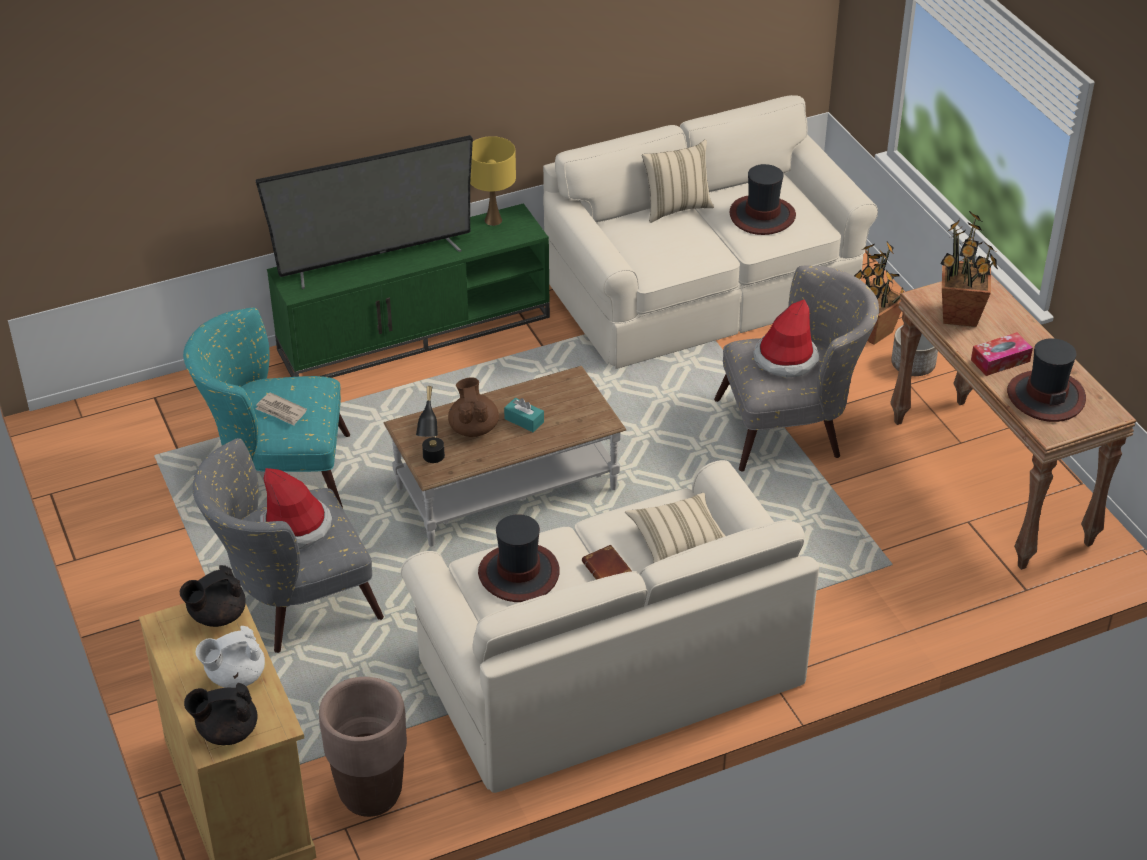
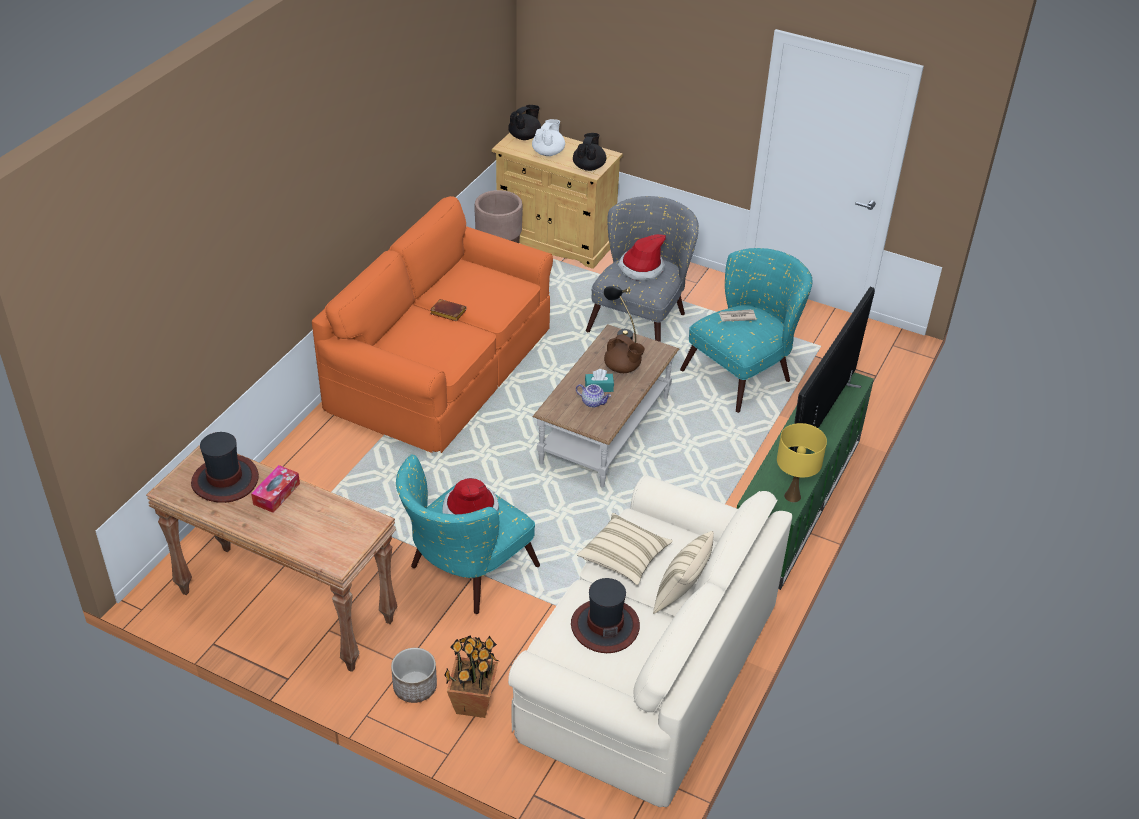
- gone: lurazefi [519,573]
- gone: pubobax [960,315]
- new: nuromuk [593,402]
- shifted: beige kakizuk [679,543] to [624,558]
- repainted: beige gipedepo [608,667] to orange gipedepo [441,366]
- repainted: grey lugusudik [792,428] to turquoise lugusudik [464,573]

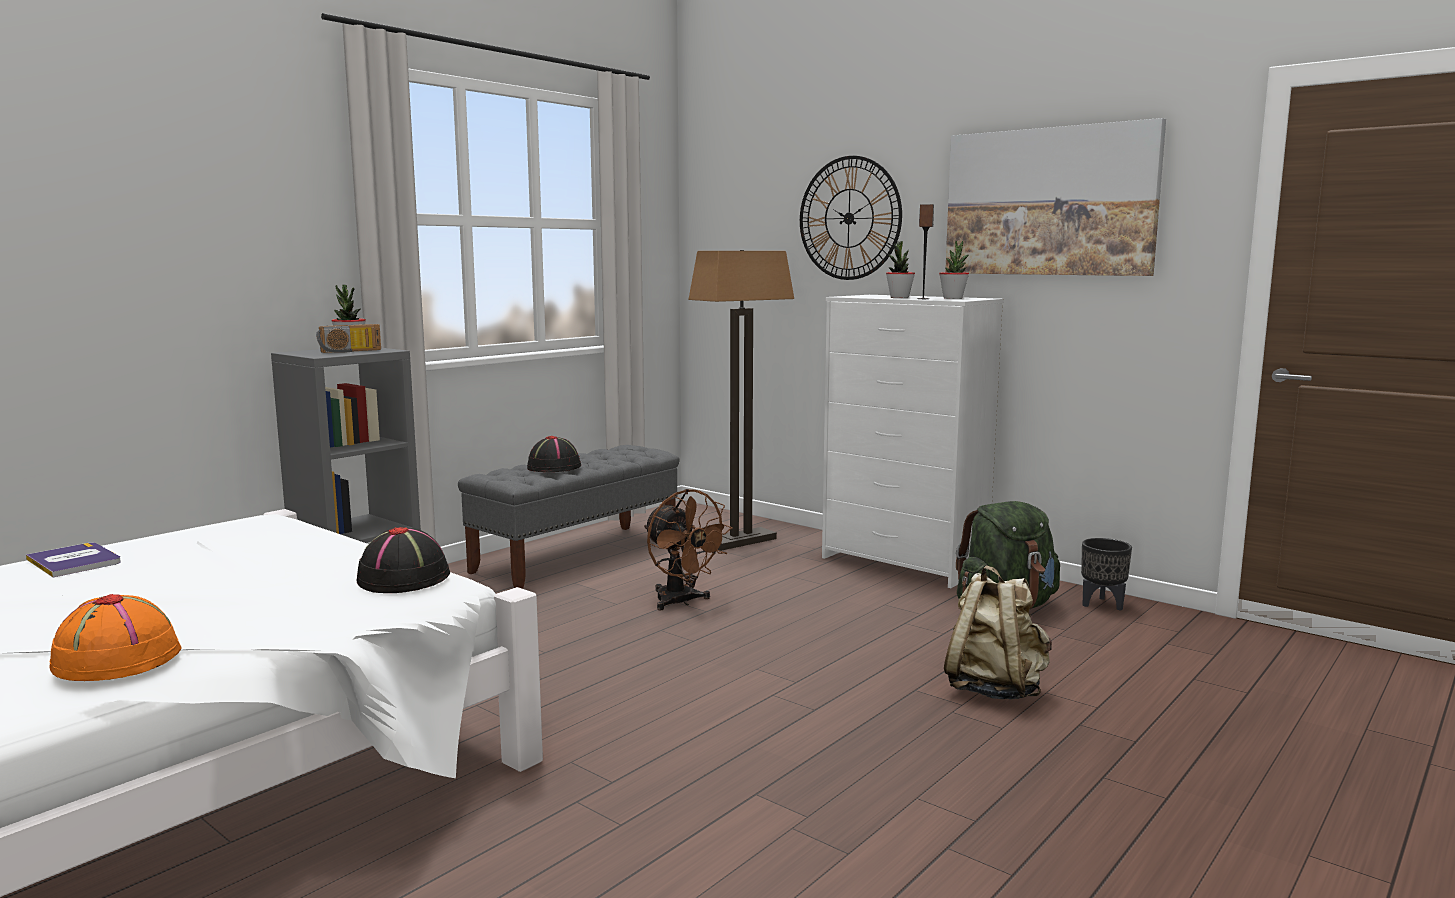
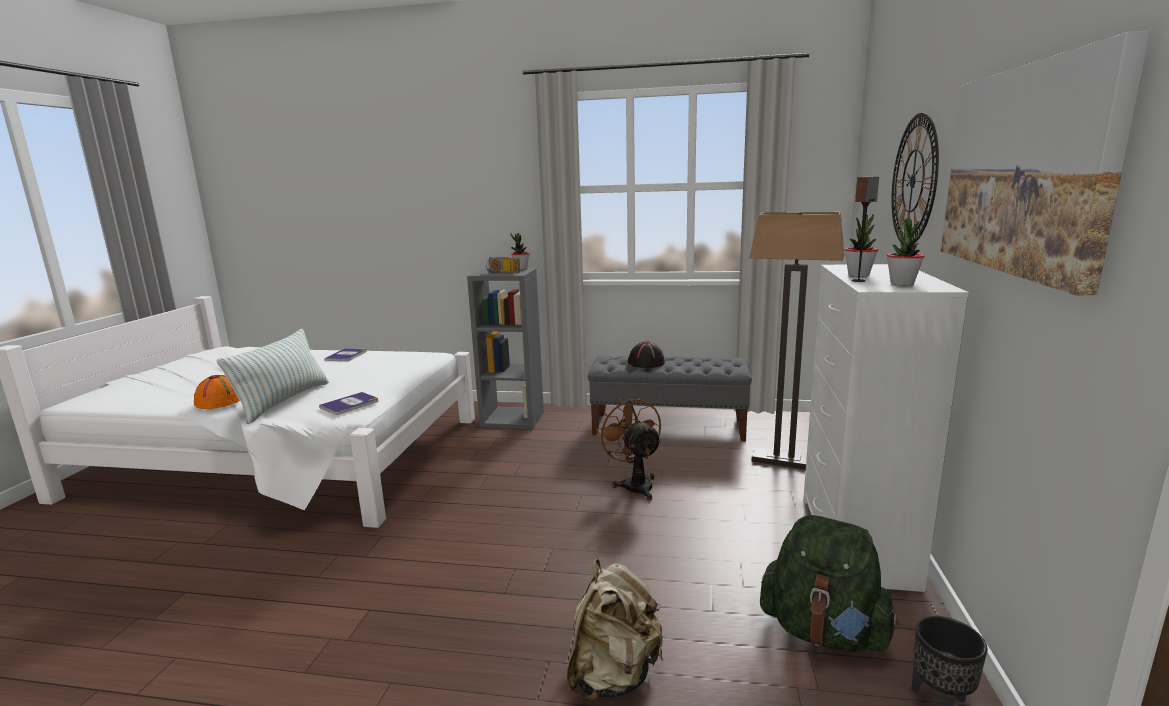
- new: kakizuk [284,401]
- swapped: black lurazefi [404,578] to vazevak [350,404]
- rotated: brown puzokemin [681,602] = [634,484] 135 degrees clockwise

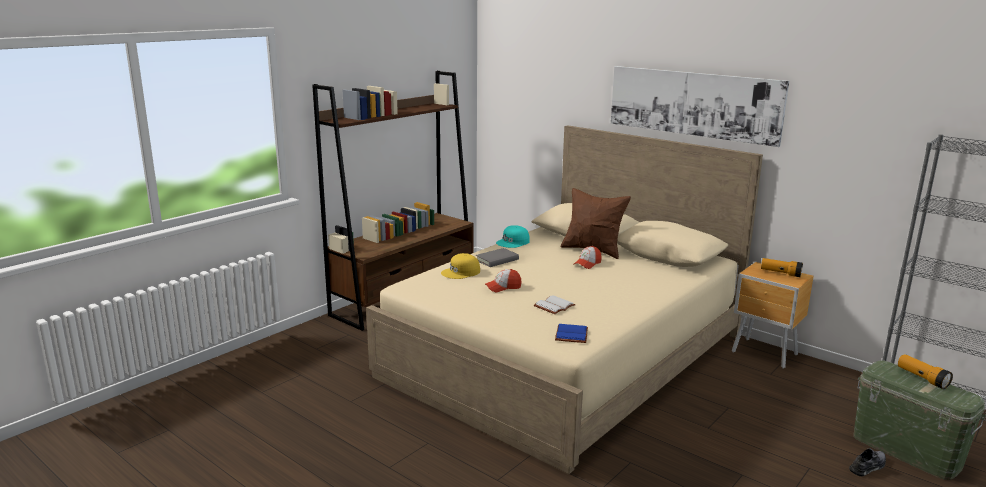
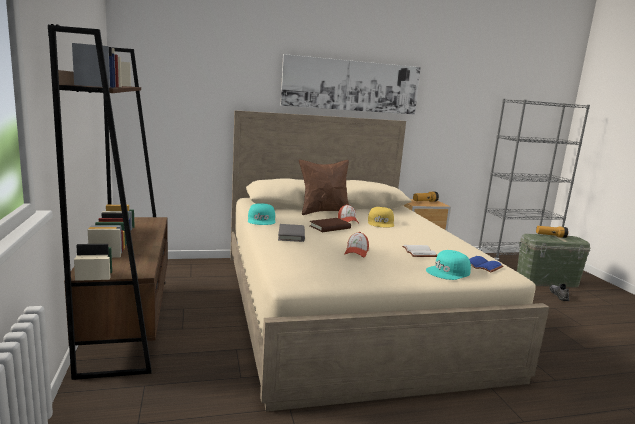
- new: brown vazevak [330,227]
- new: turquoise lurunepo [448,272]
- shifted: yellow lurunepo [461,272] to [381,223]

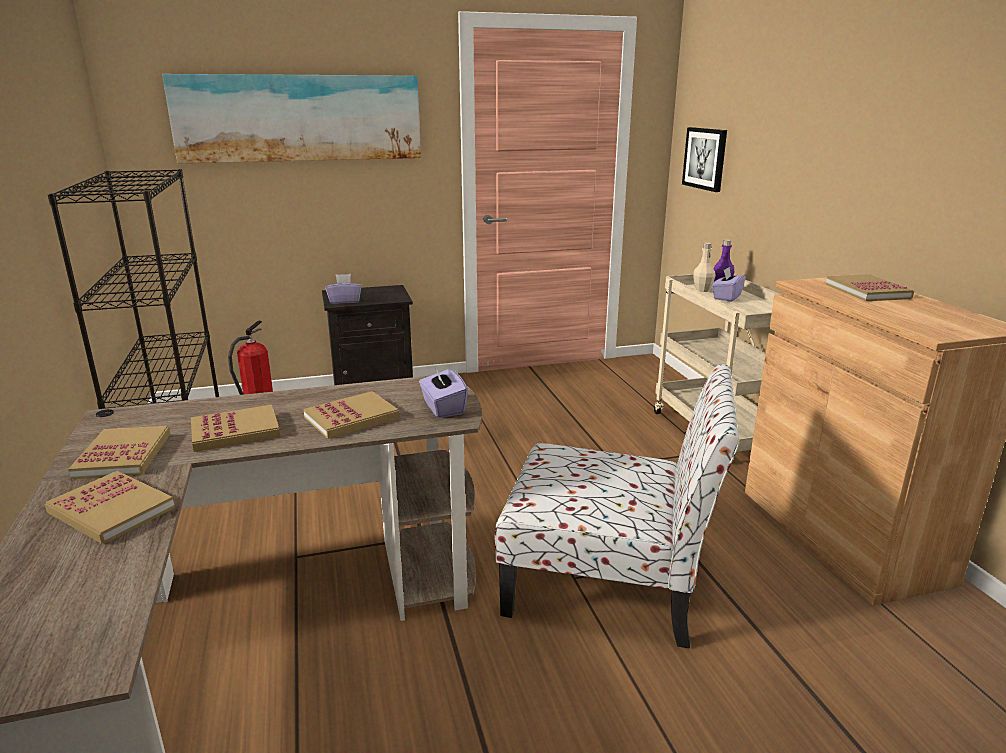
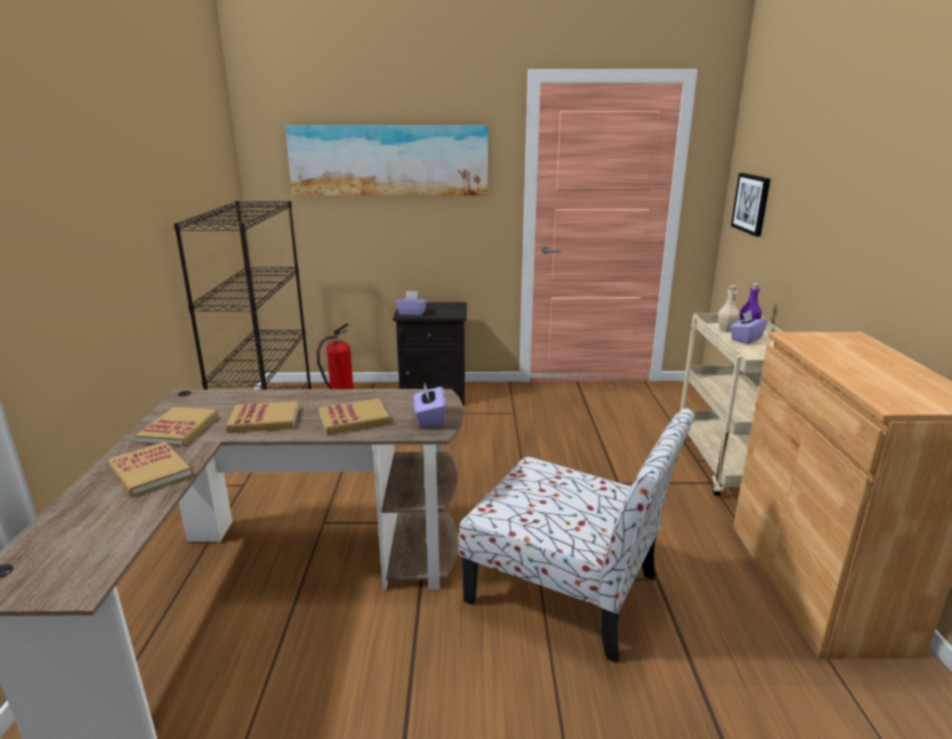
- gone: vazevak [867,291]

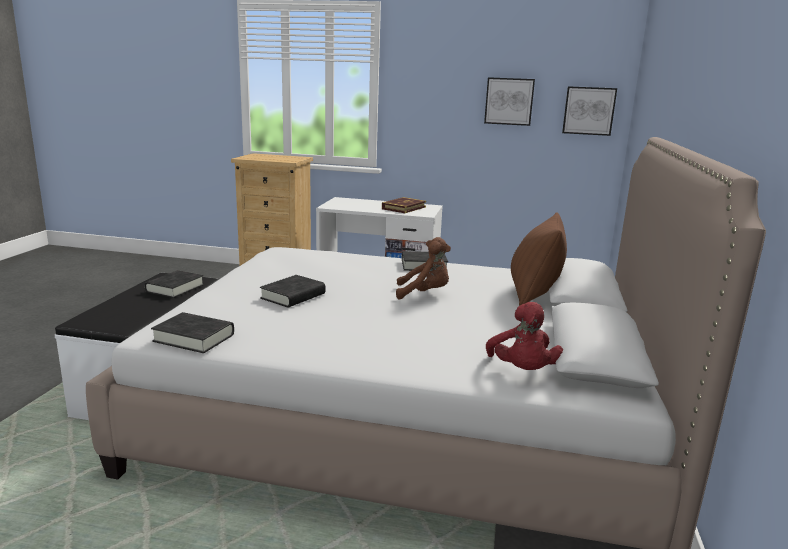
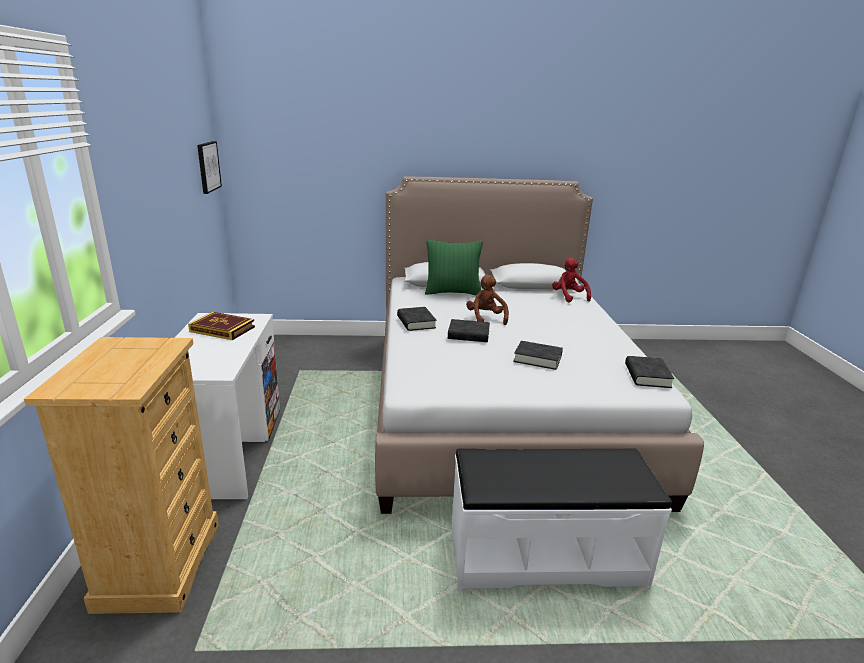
- gone: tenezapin [509,101]
- shifted: black vazevak [175,288] to [468,335]
- repainted: brown kakizuk [534,294] to green kakizuk [452,292]
- rotated: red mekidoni [522,371] = [569,297] 90 degrees counterclockwise

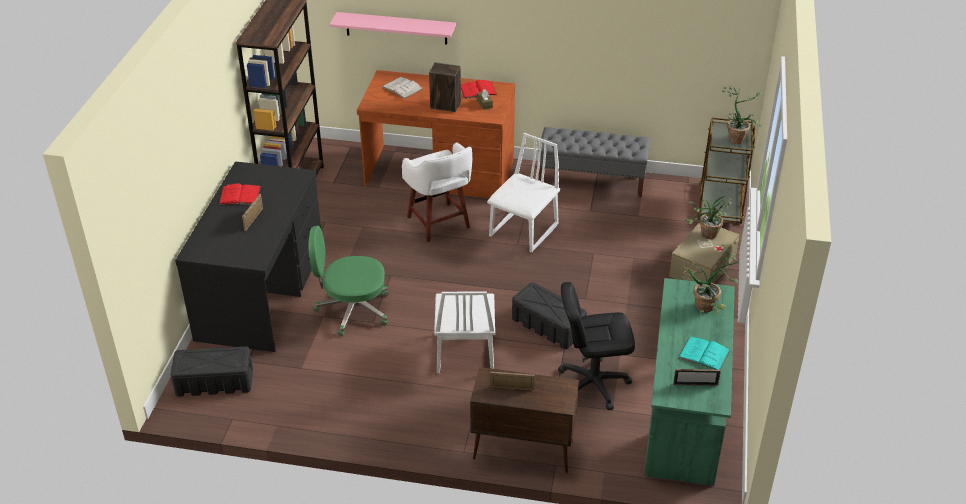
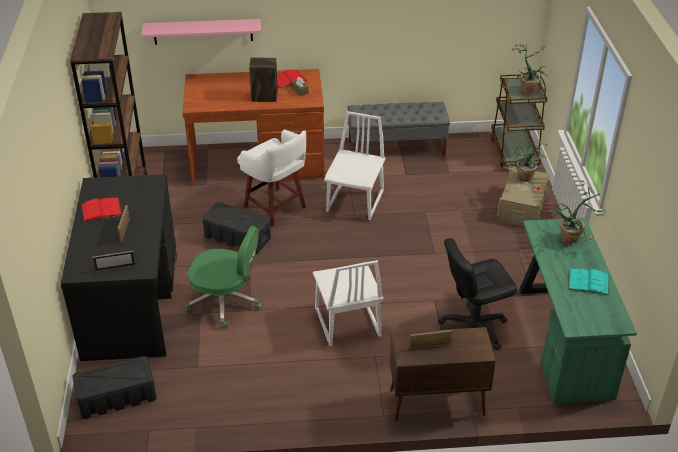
- gone: white vazevak [402,88]
- shifted: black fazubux [548,326] to [238,237]
- shifted: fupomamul [695,384] to [115,268]
- rotated: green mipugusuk [352,310] = [226,302] 150 degrees counterclockwise

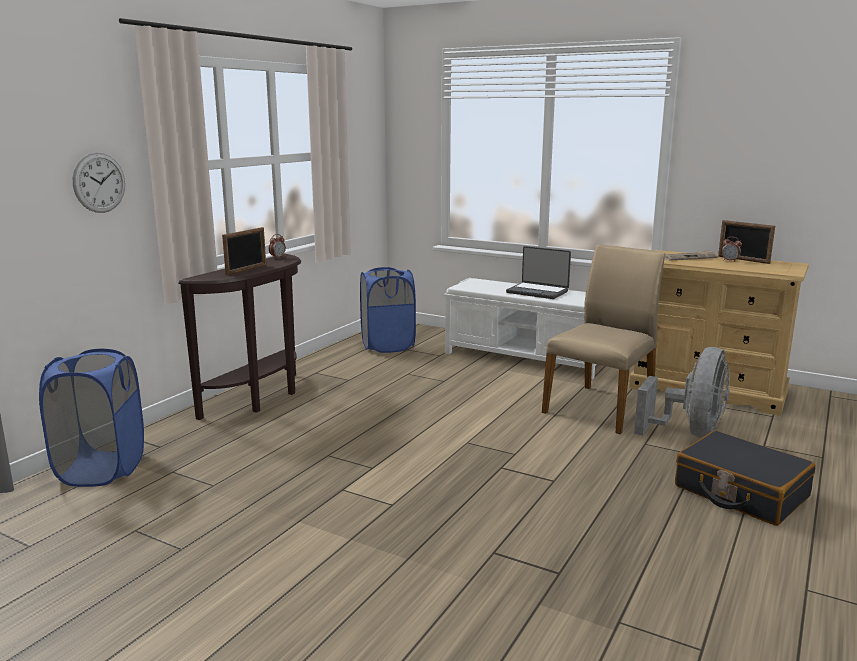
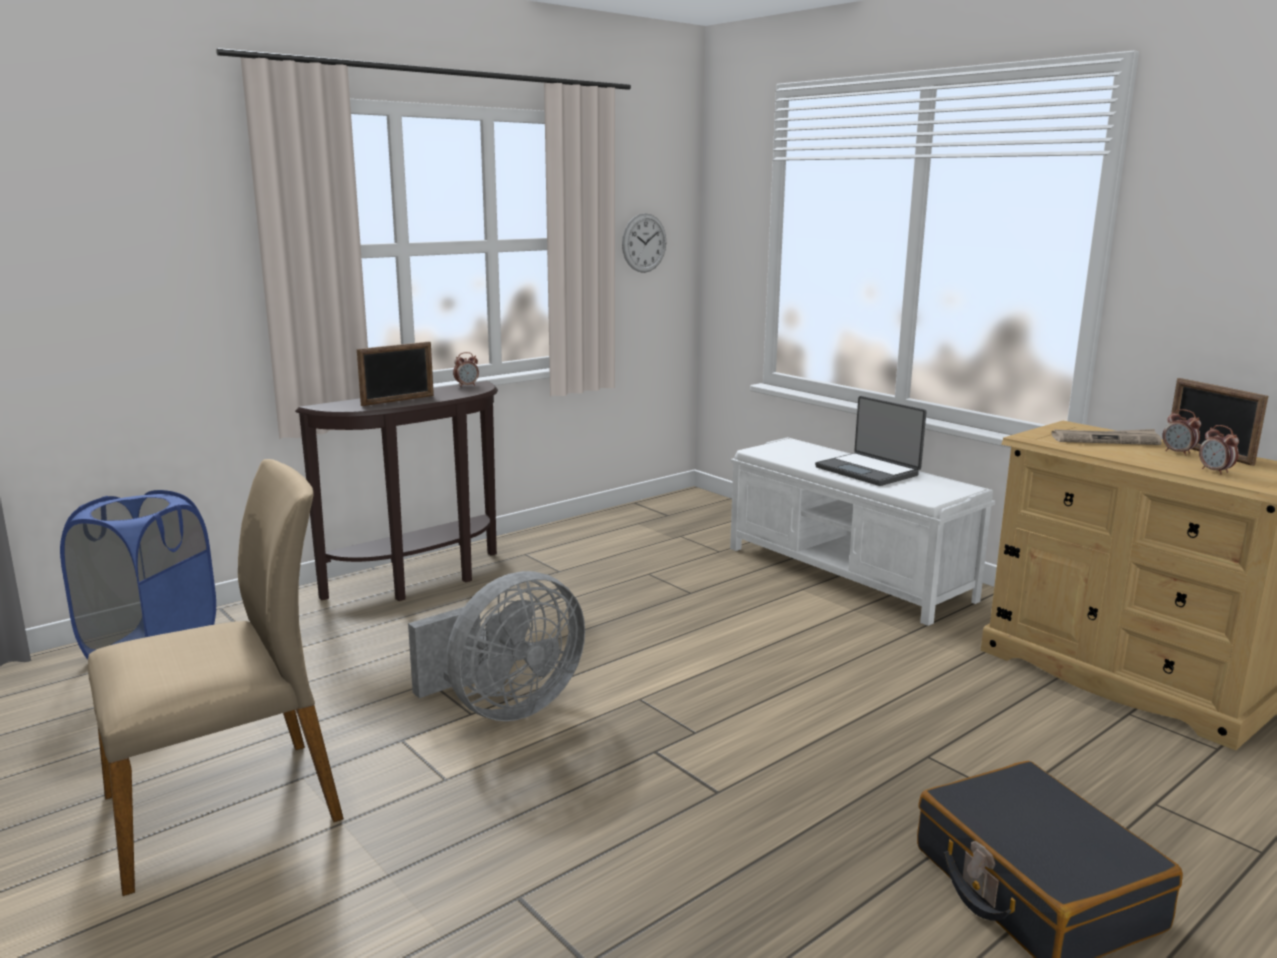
- gone: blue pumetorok [388,345]
- new: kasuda [1215,471]
- shifted: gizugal [99,183] to [644,243]
- shifted: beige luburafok [601,407] to [226,807]
- shifted: grey puzokemin [689,433] to [504,708]

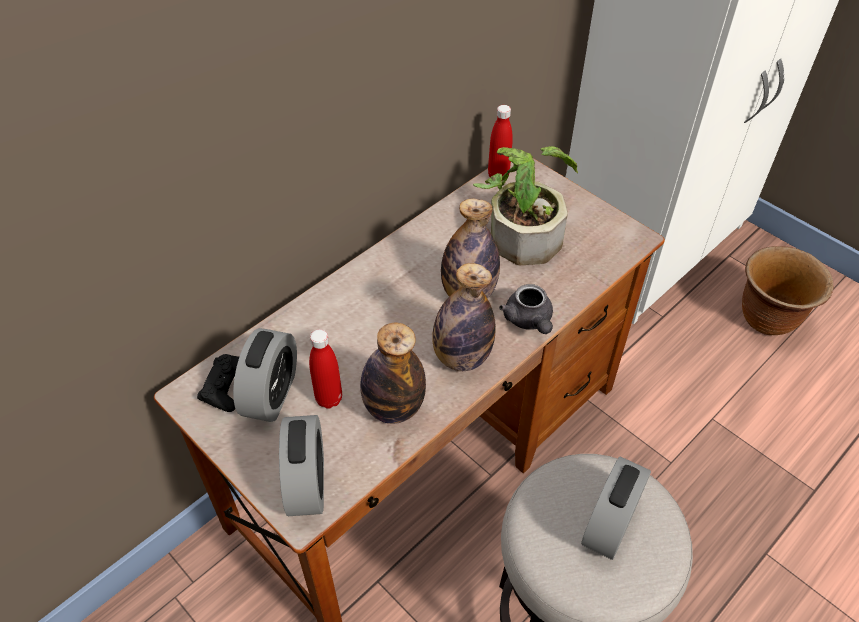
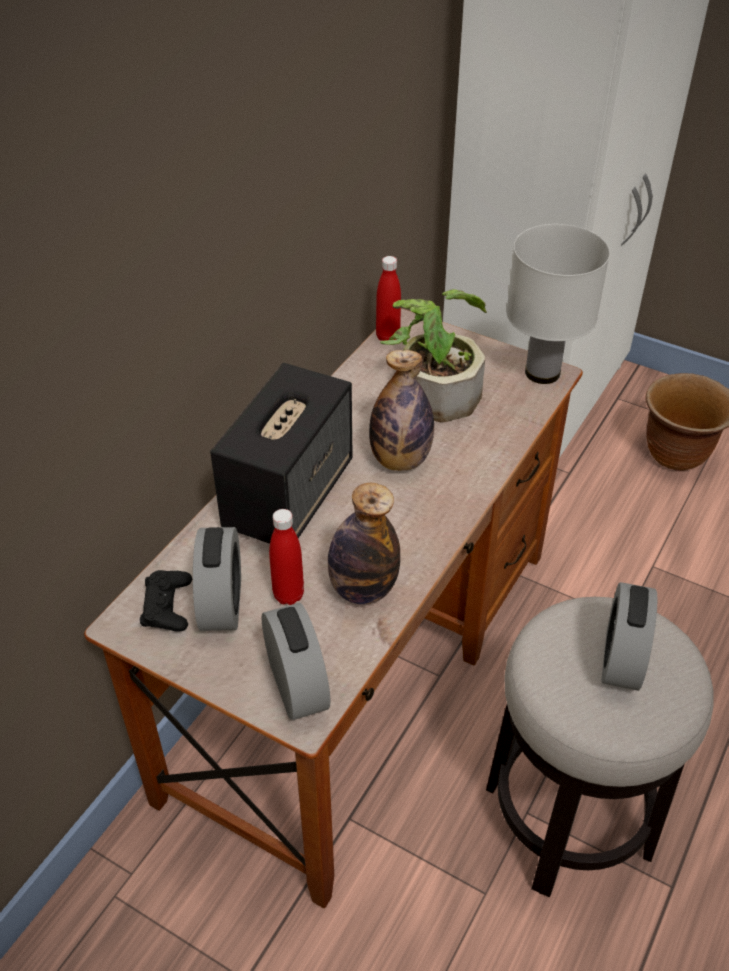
- gone: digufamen [461,357]
- gone: grey nuromuk [529,321]
- new: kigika [289,493]
- new: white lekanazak [542,373]

